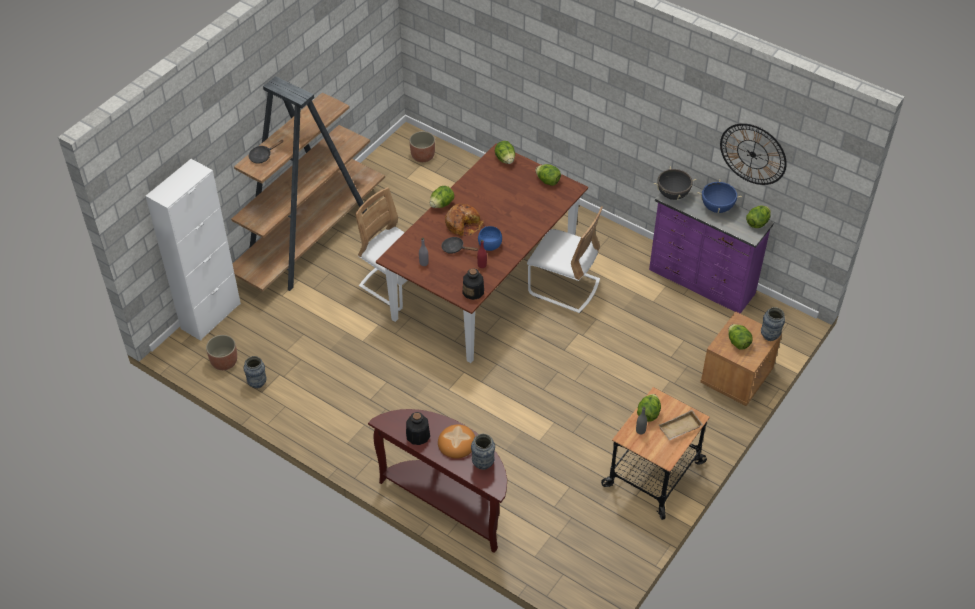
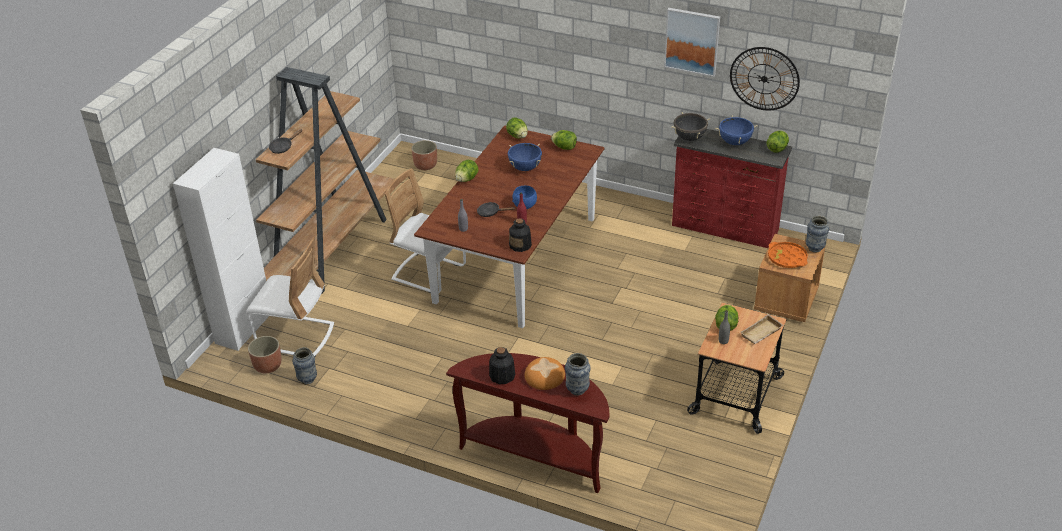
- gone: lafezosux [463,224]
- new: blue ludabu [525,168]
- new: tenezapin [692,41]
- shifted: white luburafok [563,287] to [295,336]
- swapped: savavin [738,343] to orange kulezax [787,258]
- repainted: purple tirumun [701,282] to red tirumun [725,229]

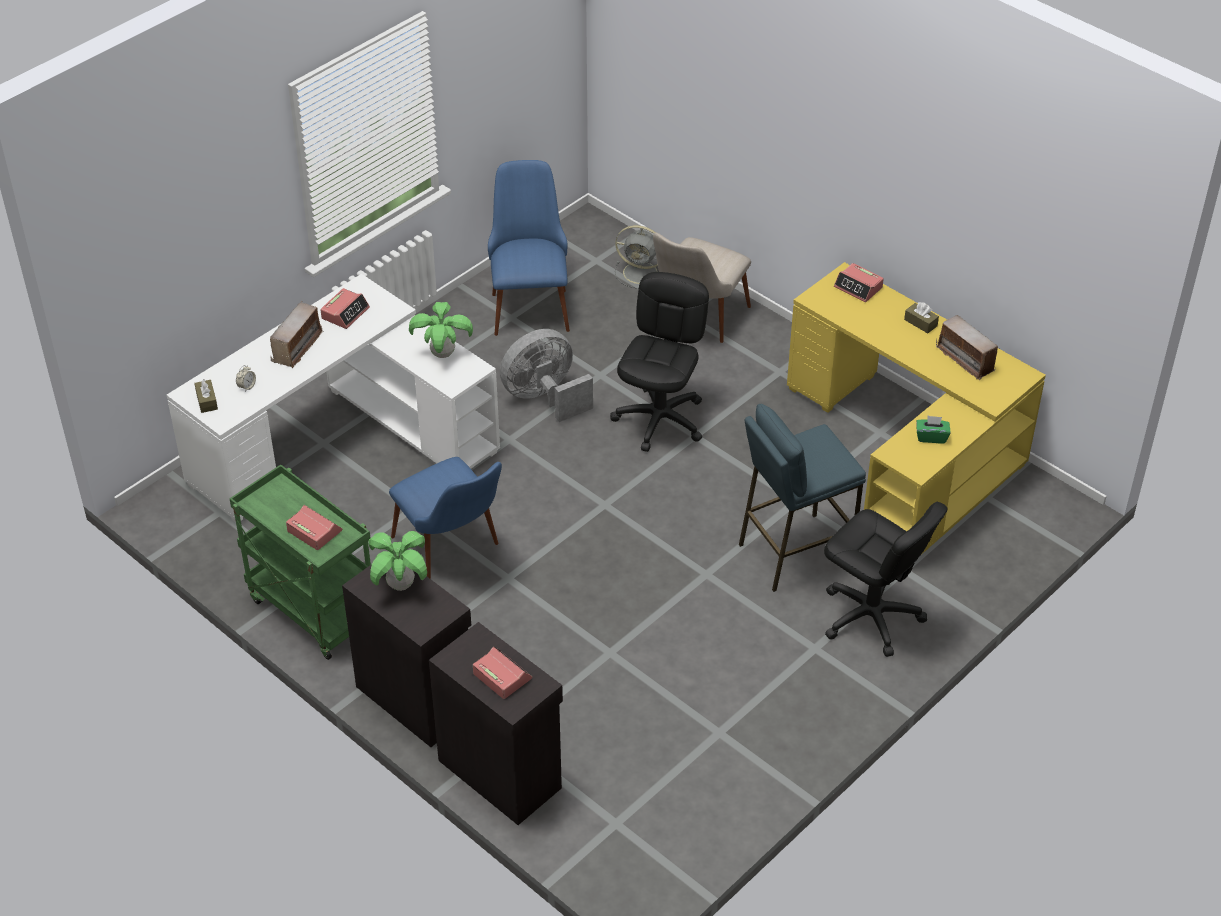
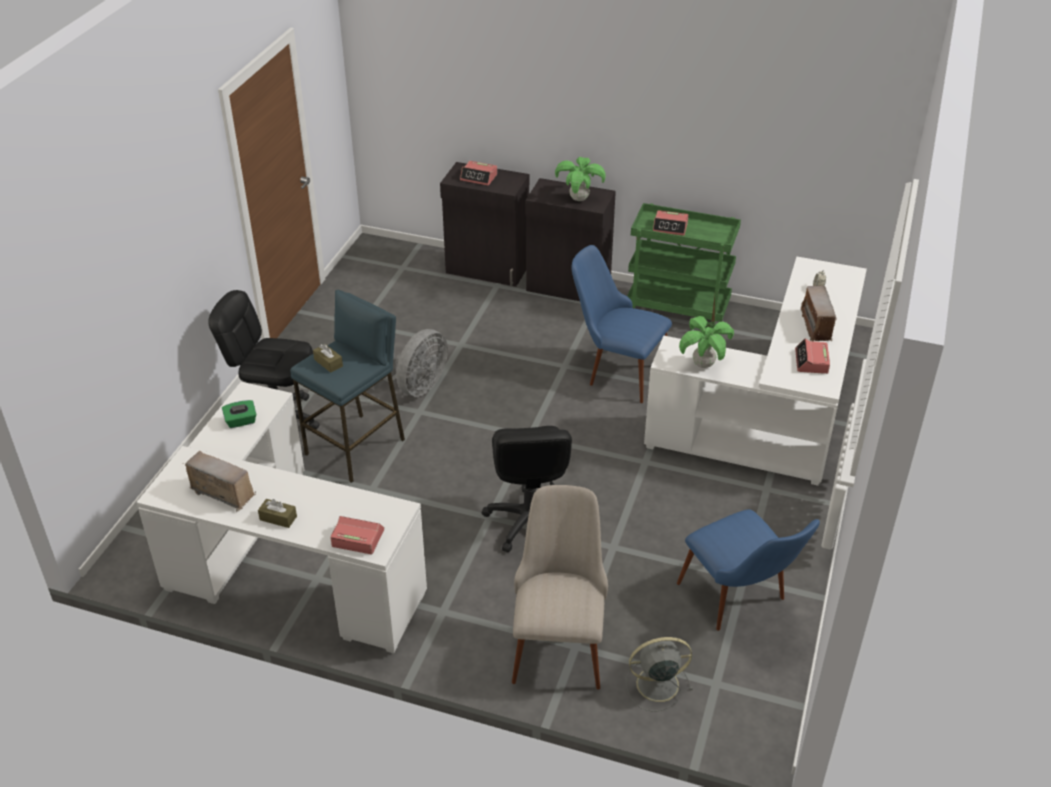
- shifted: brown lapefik [207,401] to [328,363]
- shifted: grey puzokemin [545,398] to [415,388]
- repainted: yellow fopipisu [908,452] to white fopipisu [283,567]

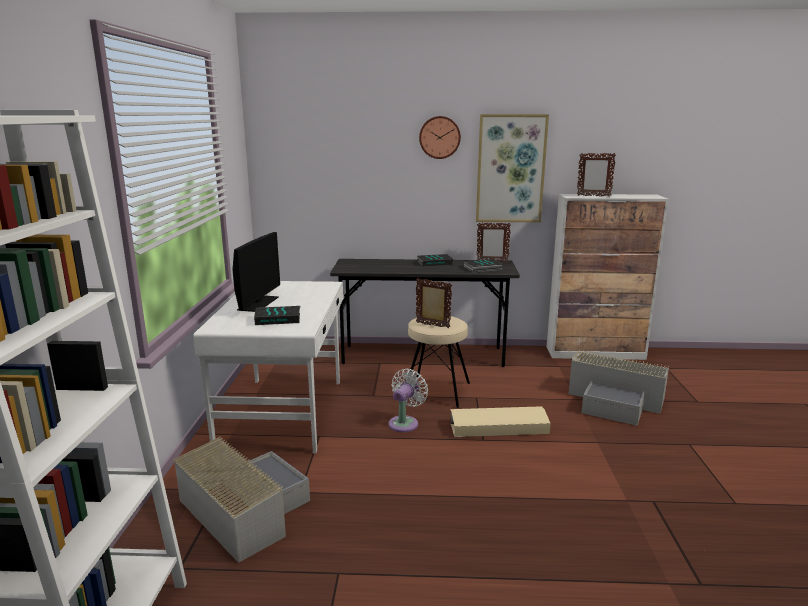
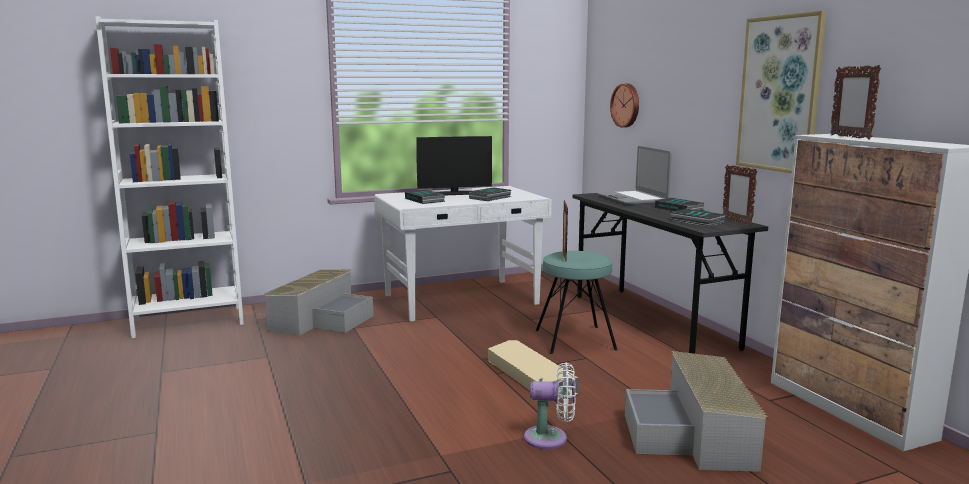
- new: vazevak [490,197]
- new: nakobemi [632,199]
- shifted: white puzokemin [405,423] to [550,438]
- shifted: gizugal [439,137] to [626,105]
- repainted: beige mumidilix [436,391] to turquoise mumidilix [575,339]

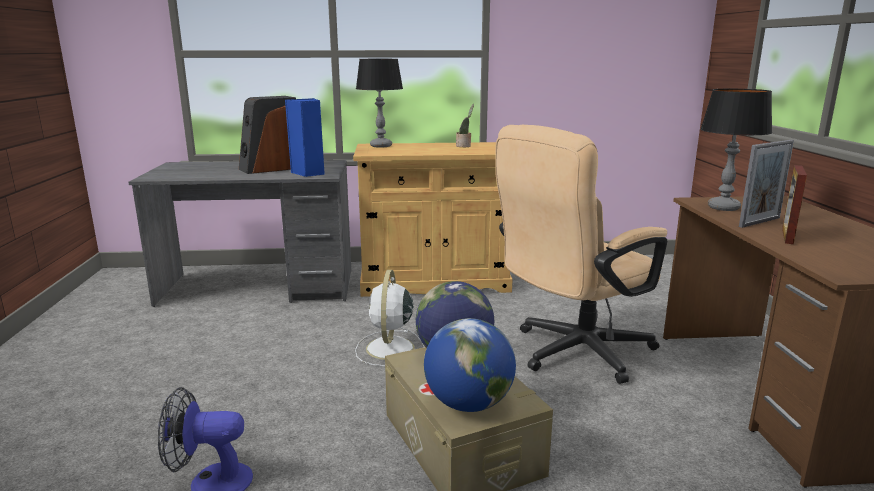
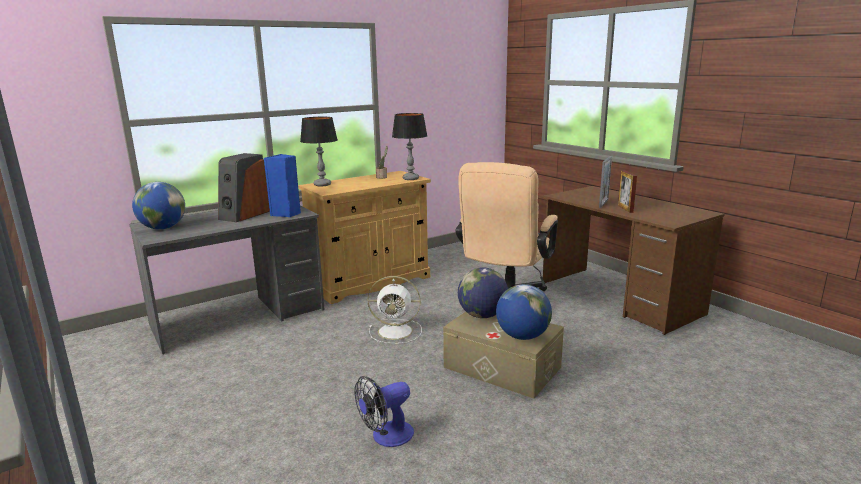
- new: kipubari [163,228]
- shifted: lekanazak [723,207] to [410,178]
- rotated: white puzokemin [390,349] = [397,331] 60 degrees counterclockwise

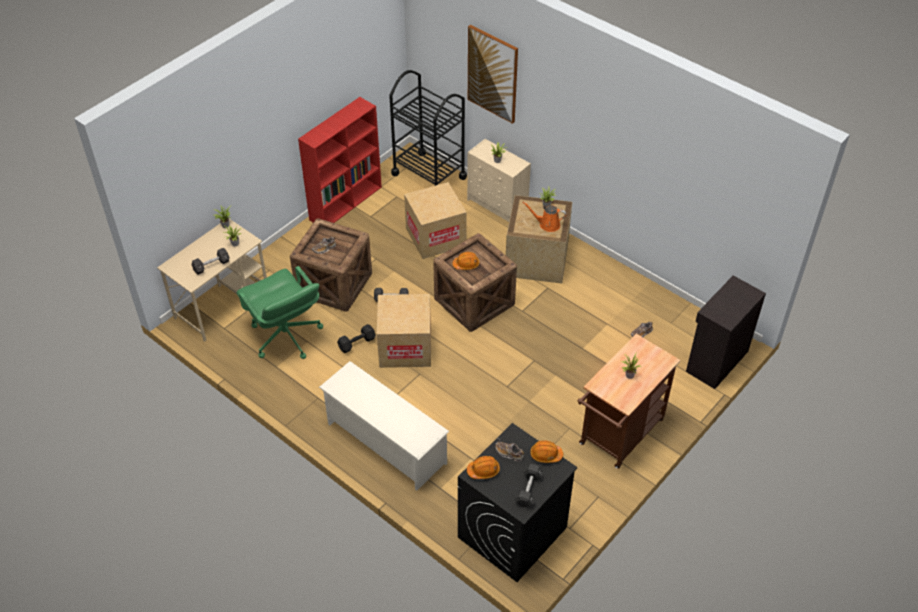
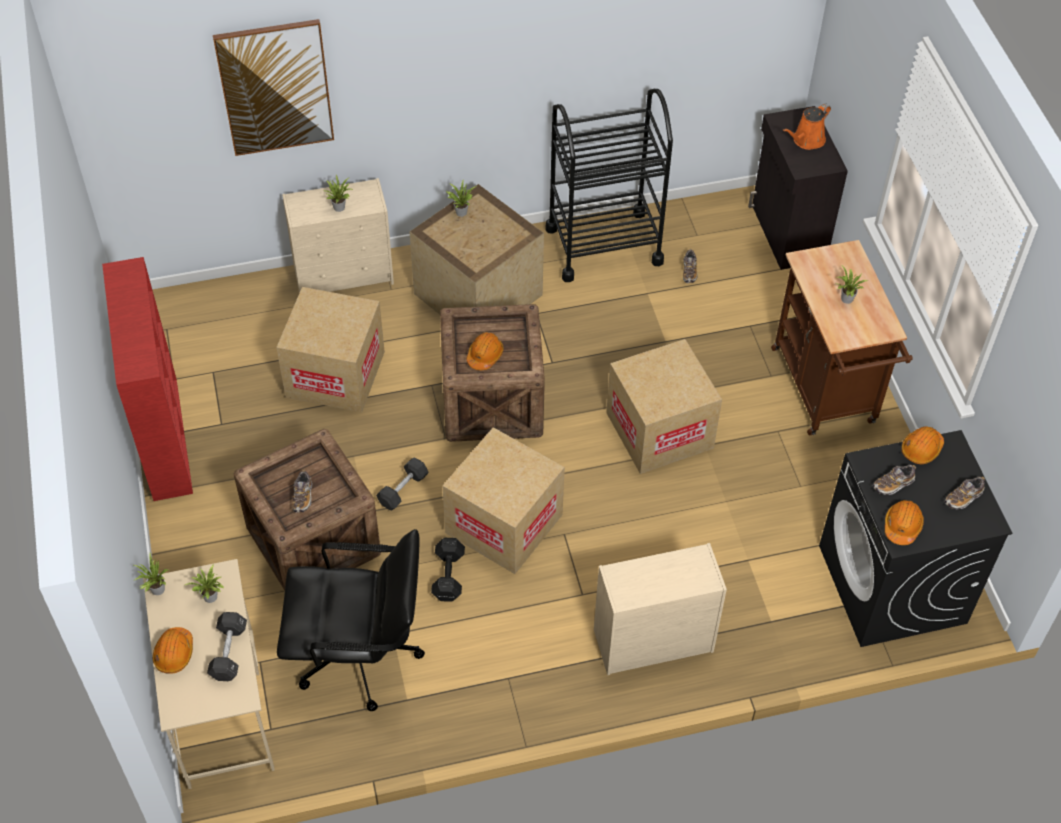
- new: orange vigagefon [174,653]
- new: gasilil [659,430]
- shifted: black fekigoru [429,175] to [603,245]
- shifted: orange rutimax [547,224] to [806,140]
- swapped: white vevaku [385,443] to beige tirumun [651,641]
- swapped: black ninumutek [528,490] to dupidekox [963,498]
- repainted: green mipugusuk [286,337] to black mipugusuk [360,656]

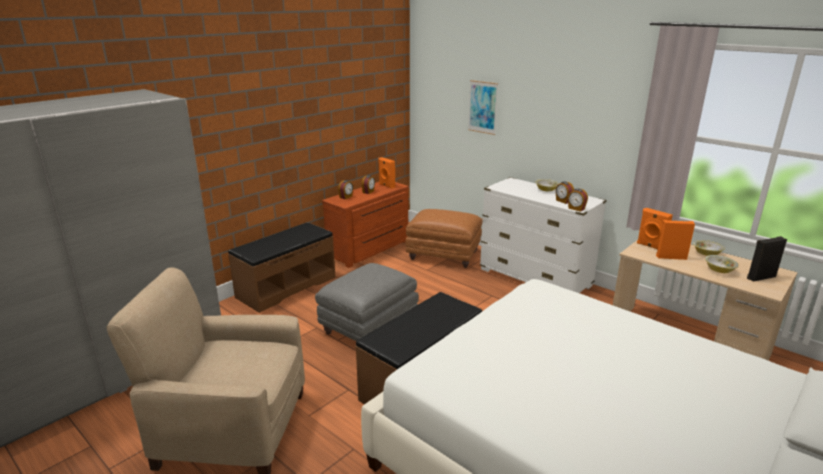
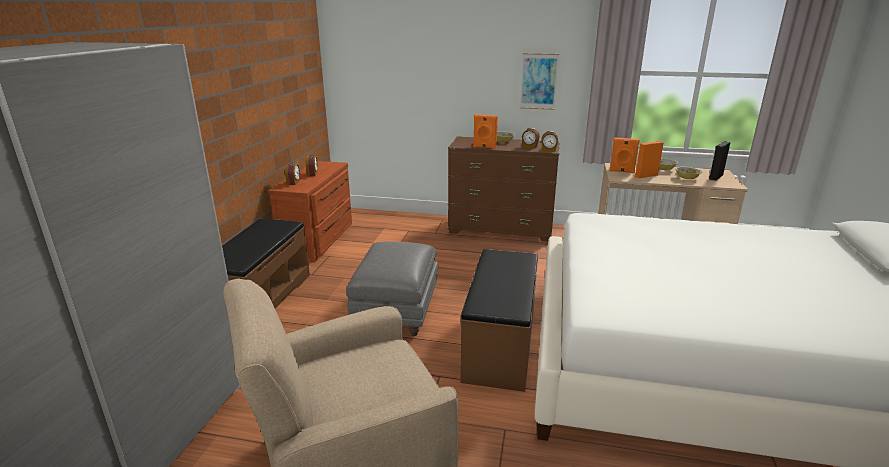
- gone: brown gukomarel [444,255]
- shifted: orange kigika [386,186] to [484,147]
- shifted: tenezapin [482,107] to [538,81]
- repainted: white tirumun [535,278] to brown tirumun [501,229]

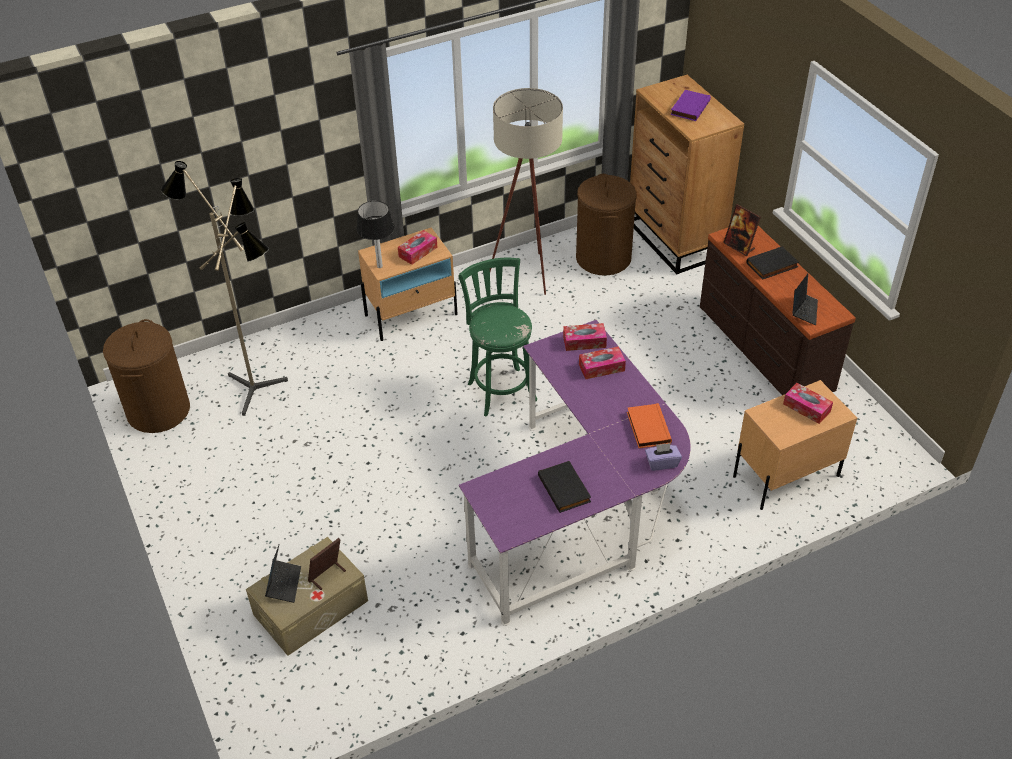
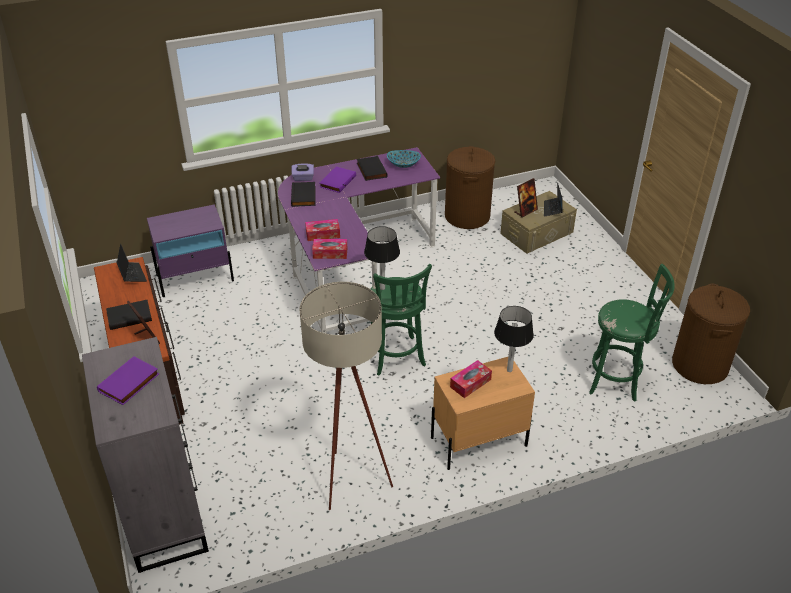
- gone: lapefik [806,408]
- new: purple vazevak [337,181]
- new: lekanazak [382,288]
- new: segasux [403,165]
- shifted: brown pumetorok [603,258] to [467,216]
- swapped: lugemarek [258,385] to green mumidilix [617,380]
- repainted: orange vazevak [647,428] to black vazevak [304,196]
- repainted: brown tirumun [675,240] to grey tirumun [164,515]
- repainted: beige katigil [785,476] to purple katigil [195,278]
- rotated: nakobemi [804,310] = [132,275] 135 degrees clockwise

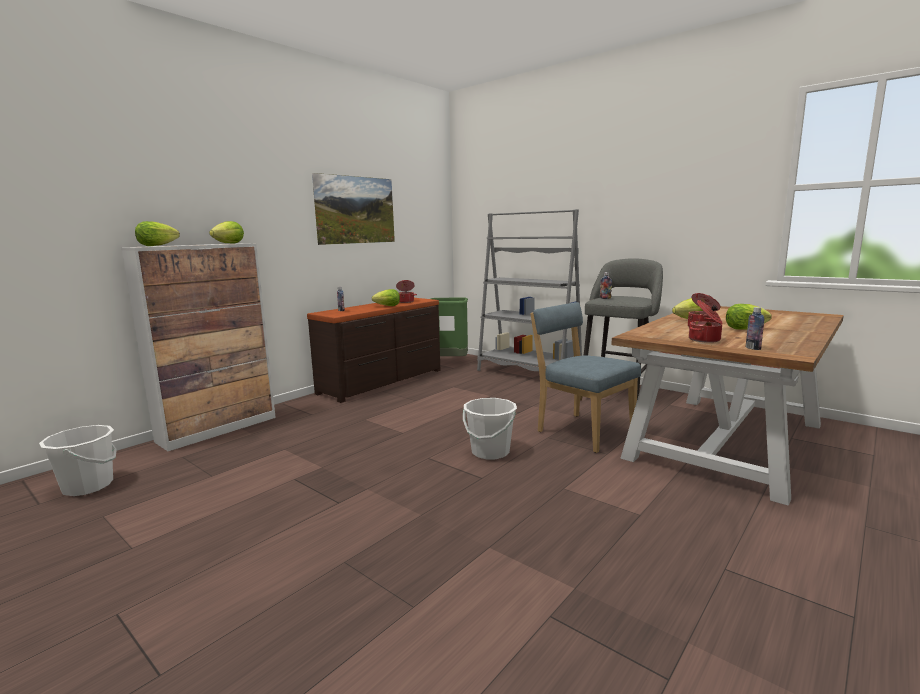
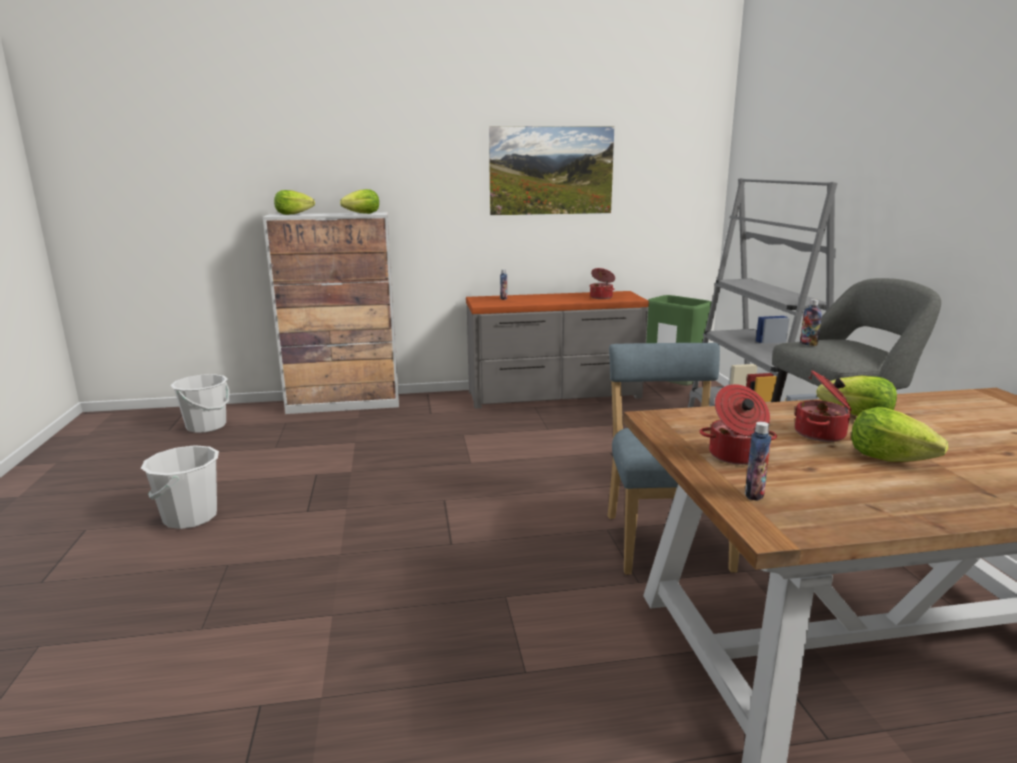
- gone: savavin [388,306]
- shifted: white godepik [490,452] to [190,517]
- repainted: brown tirumun [383,382] to grey tirumun [554,395]

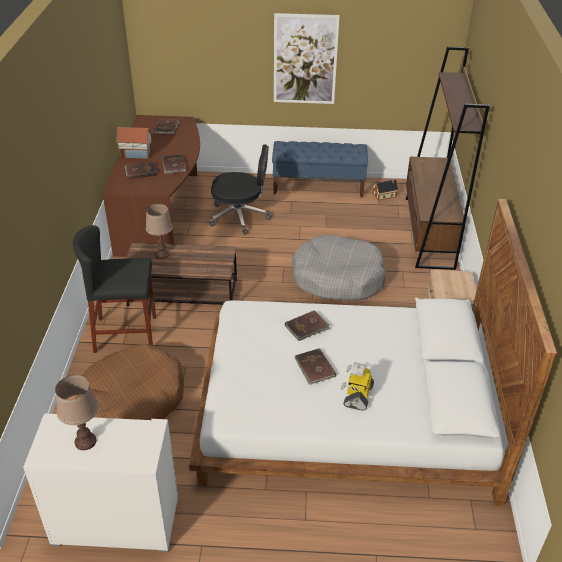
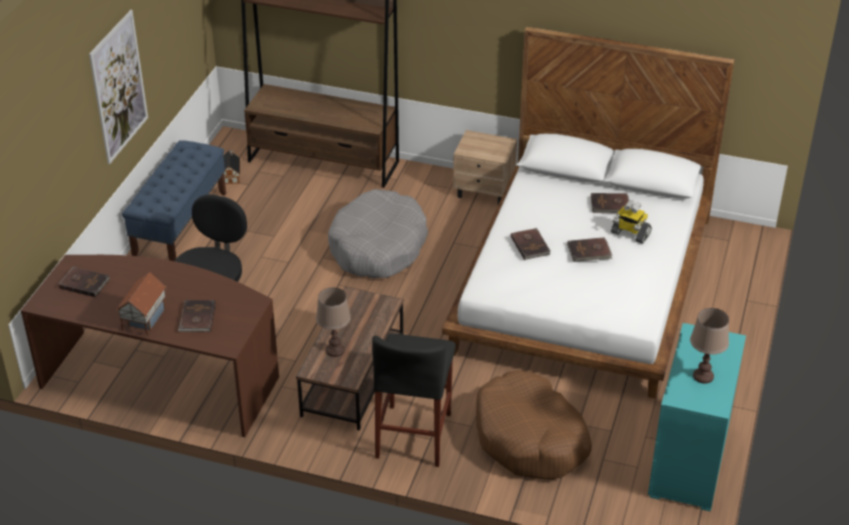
- shifted: brown vazevak [174,165] to [610,205]
- repainted: white tirumun [115,522] to turquoise tirumun [690,461]

